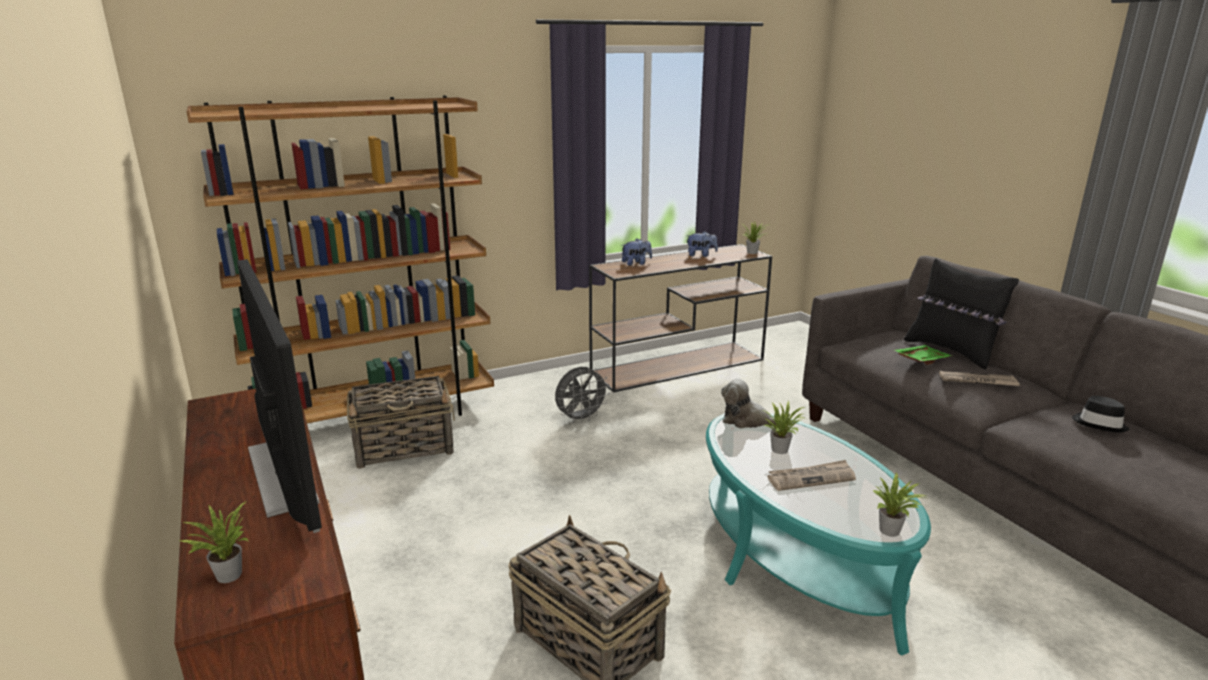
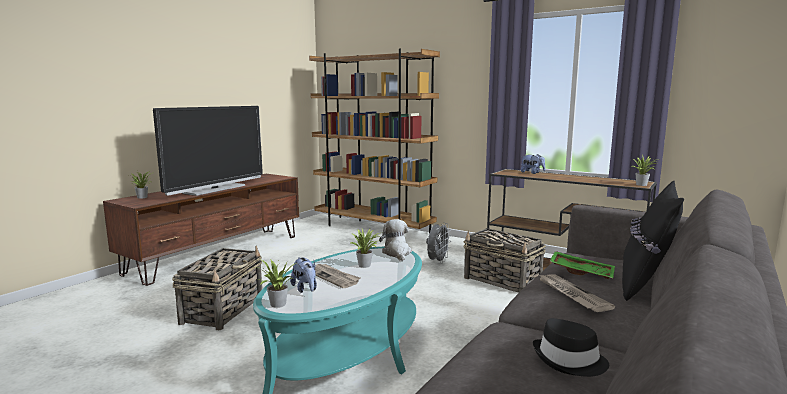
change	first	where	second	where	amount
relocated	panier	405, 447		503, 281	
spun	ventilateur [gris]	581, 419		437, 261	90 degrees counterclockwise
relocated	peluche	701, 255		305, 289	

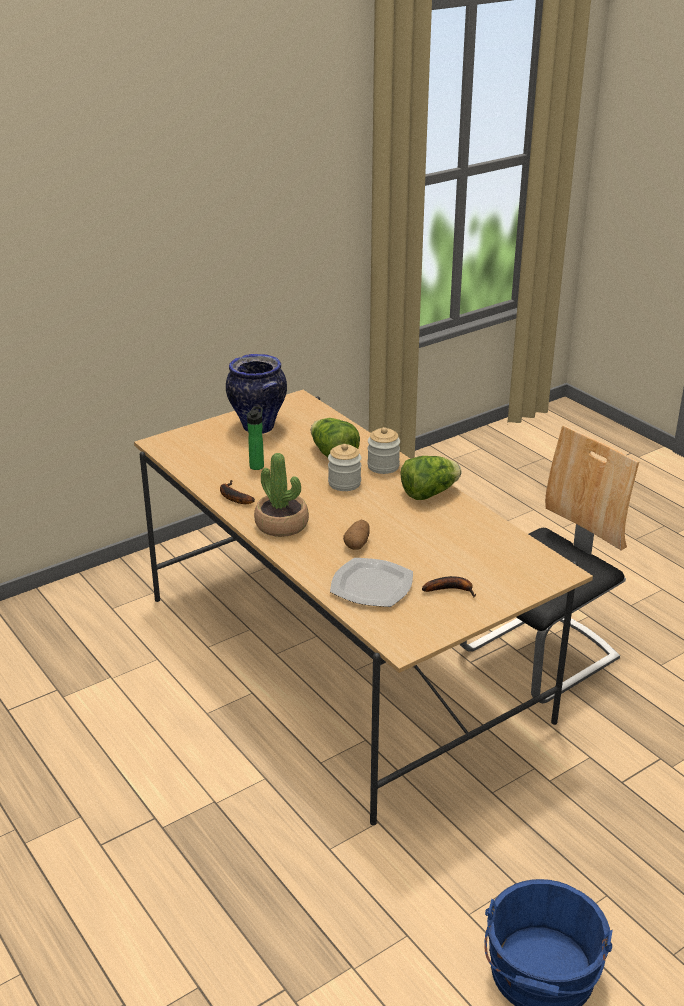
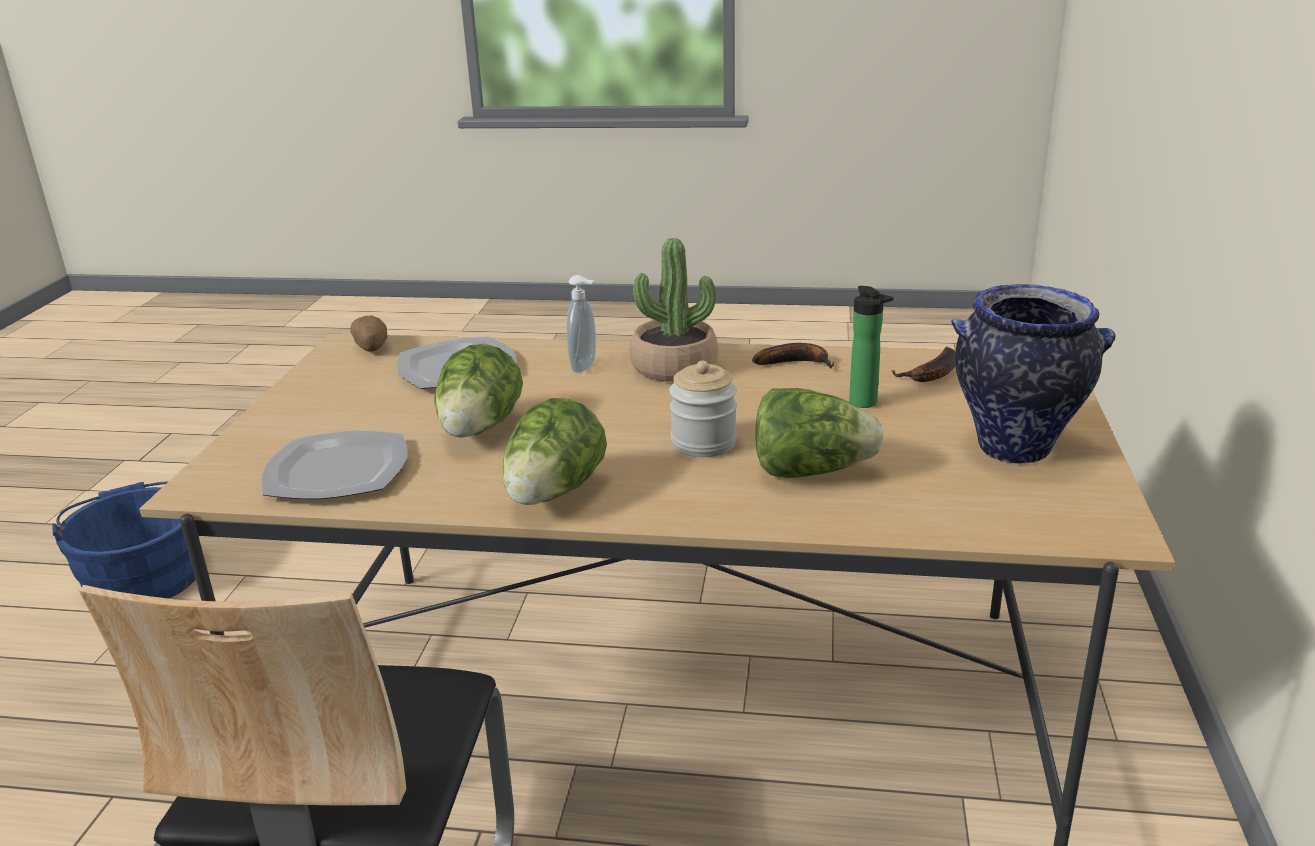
change	first	where	second	where	amount
relocated	pomme de terre	357, 544		372, 348	
missing	bocal	383, 466			
relocated	banane	451, 589		932, 374	
appeared			assiette	338, 471	
appeared			laitue	479, 430	
appeared			distributeur de savon	585, 367	

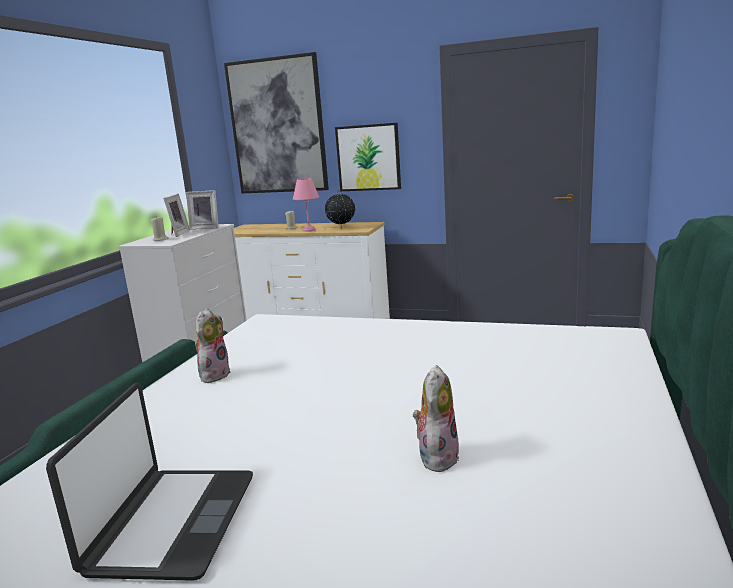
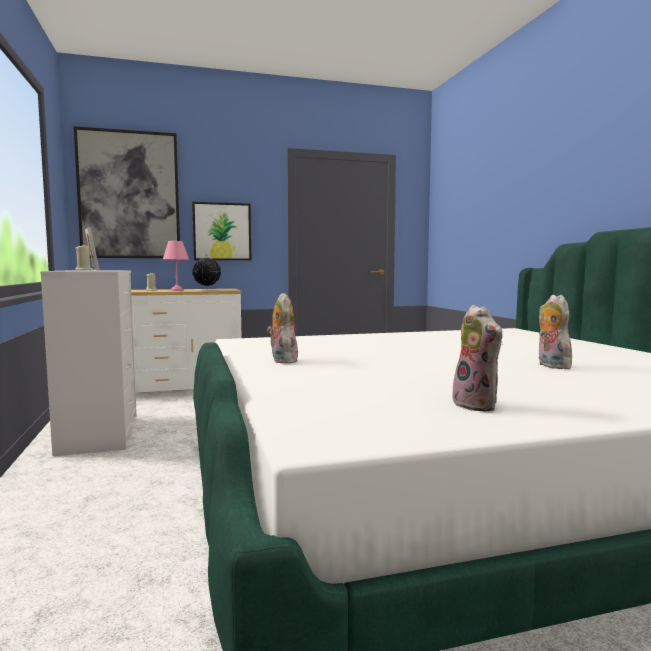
change	first	where	second	where	amount
exchanged	ordinateur portable	172, 523	peluche	478, 405	
missing	cadre photo	206, 228			

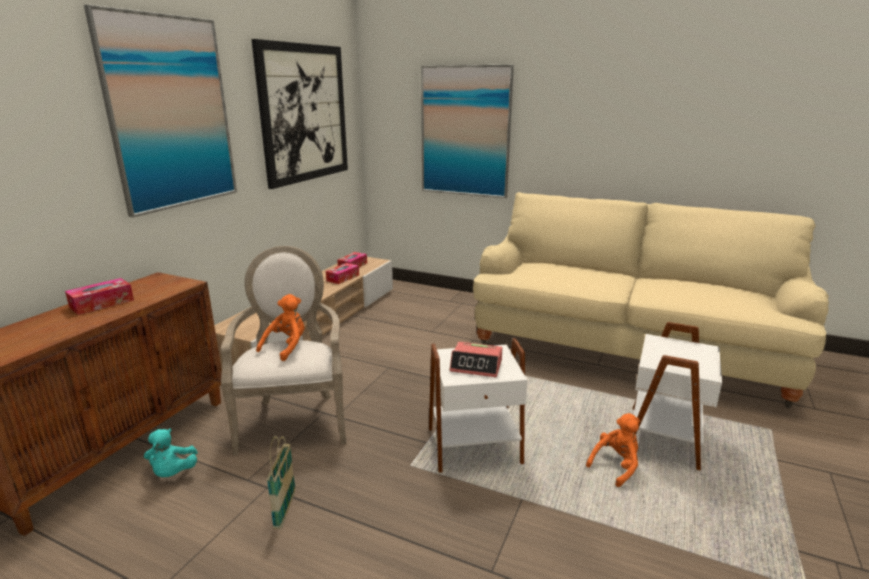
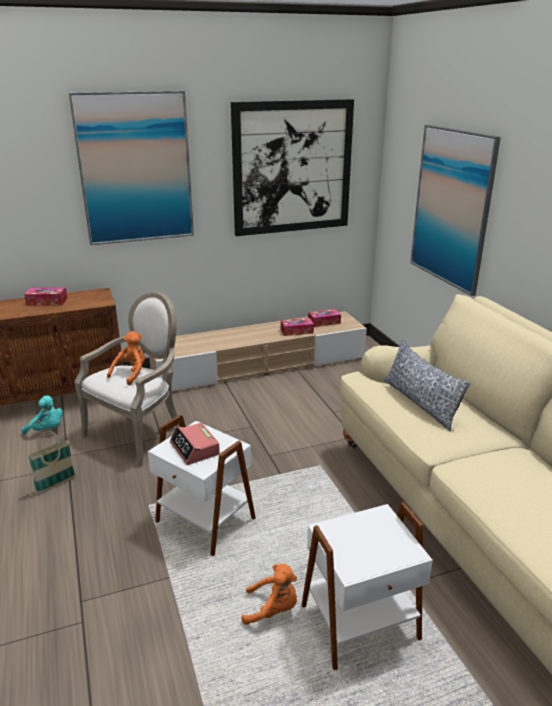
change	first	where	second	where	amount
spun	peluche [turquoise]	173, 473		47, 430	105 degrees counterclockwise
spun	peluche [orange]	287, 347		131, 374	45 degrees counterclockwise
appeared			coussin	420, 402	

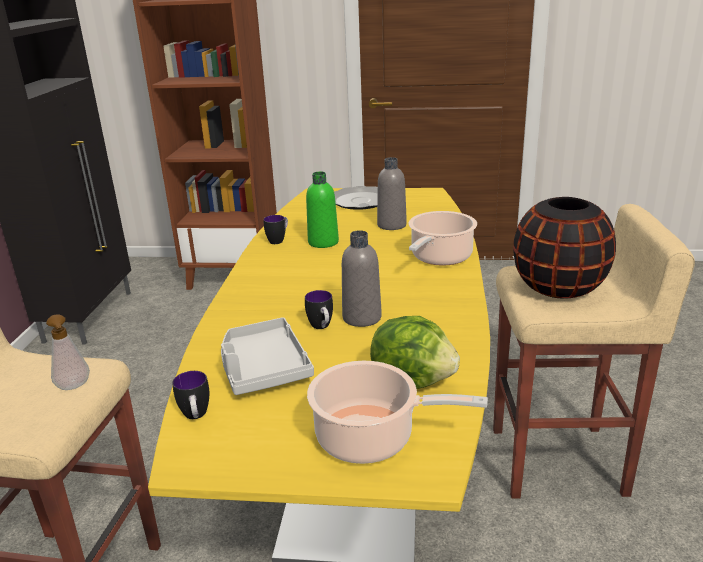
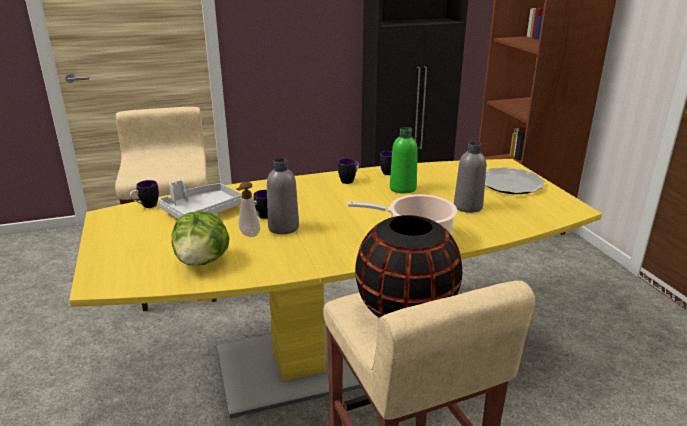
change	first	where	second	where	amount
relocated	distributeur de savon	74, 387		248, 235	
missing	marmite	371, 438			
appeared			mug	349, 180	

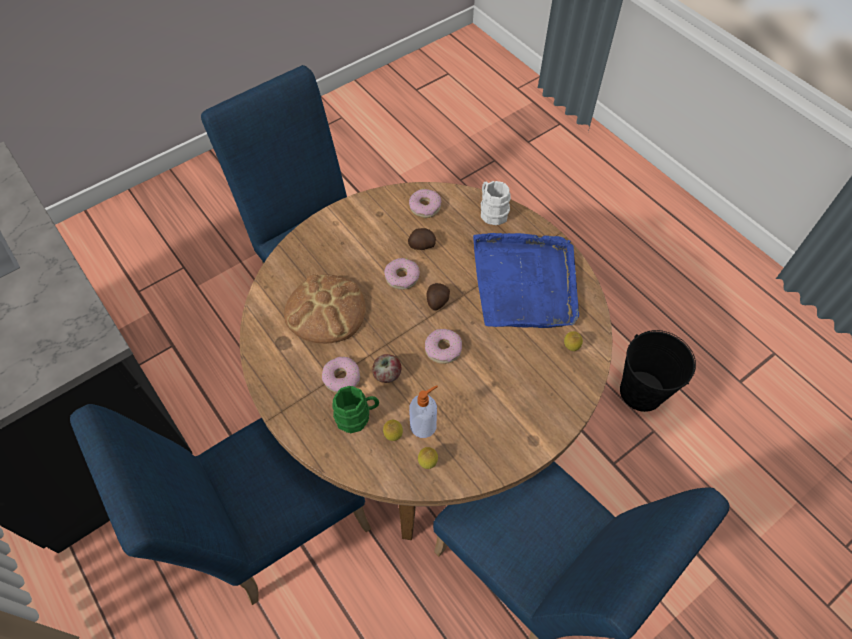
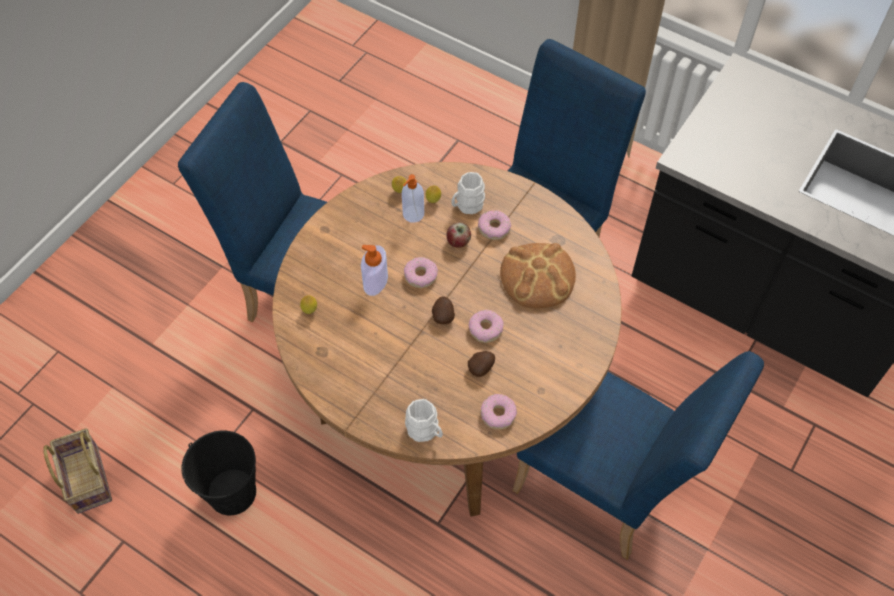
change	first	where	second	where	amount
colour	mug [vert]	357, 416	mug [blanc]	467, 205	
missing	plateau [bleu]	525, 283			
appeared			panier	85, 478	
appeared			distributeur de savon	375, 281	

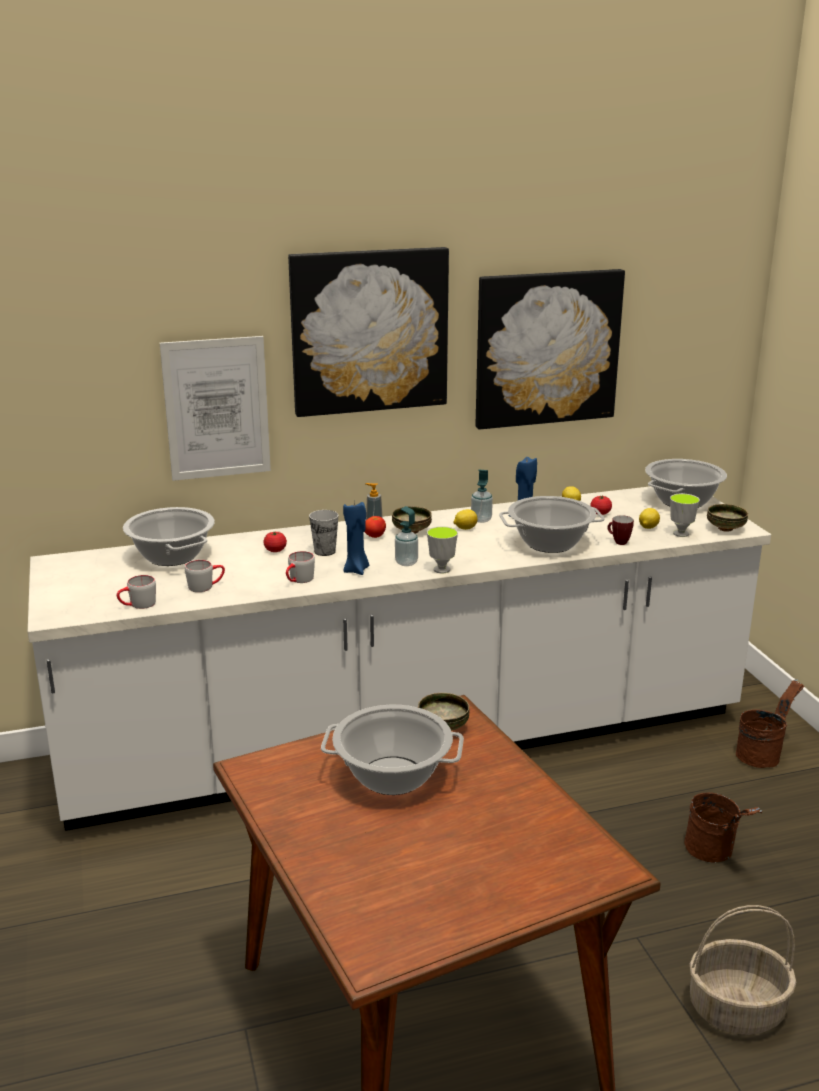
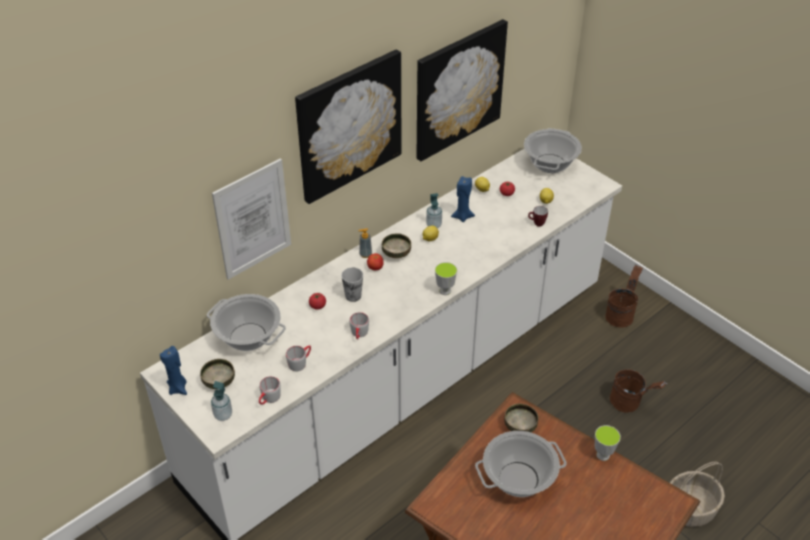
change	first	where	second	where	amount
relocated	bougie [bleu]	356, 570		178, 388	
relocated	distributeur de savon	406, 562		223, 415	
missing	marmite	550, 543			
relocated	tasse	681, 534		603, 455	
relocated	bol	725, 529		218, 382	

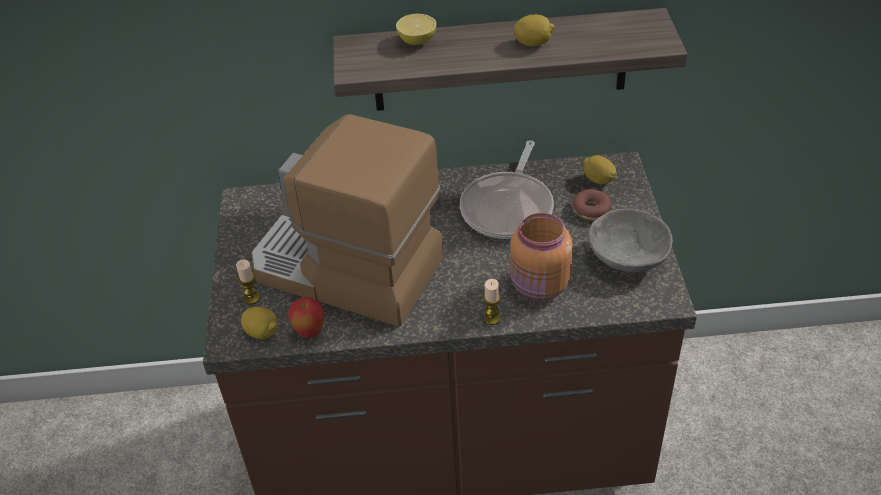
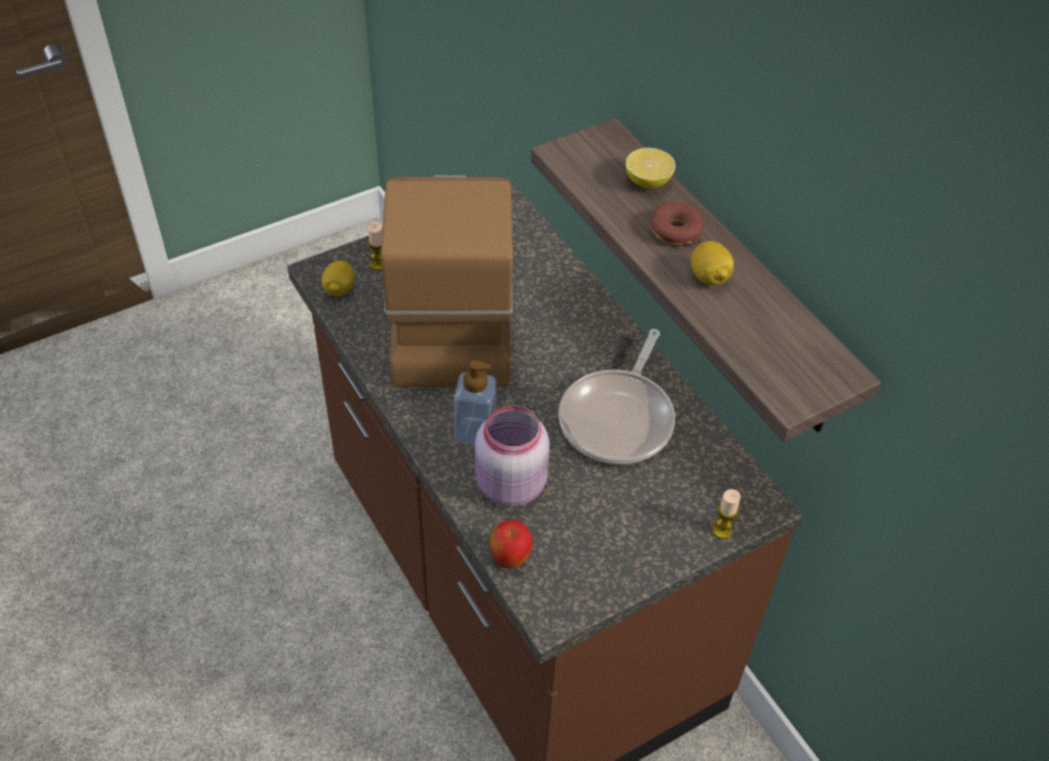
change	first	where	second	where	amount
relocated	pomme	310, 332		510, 559	
spun	poêle	509, 207		619, 418	60 degrees counterclockwise
relocated	bougie	492, 318		722, 530	
colour	bocal [orange]	540, 287	bocal [rose]	508, 486	
relocated	beignet	591, 210		675, 231	
missing	citron	598, 180			
missing	bol [gris]	626, 258			
appeared			distributeur de savon	475, 431	

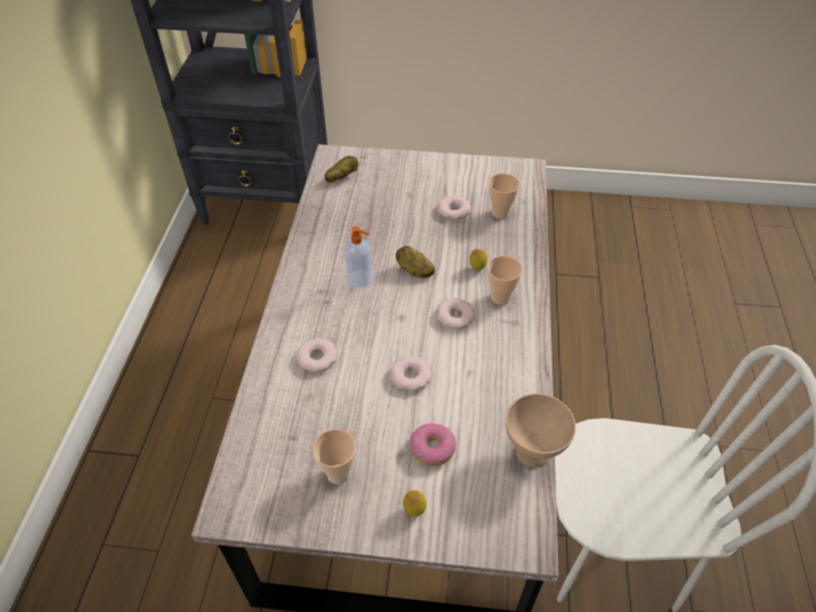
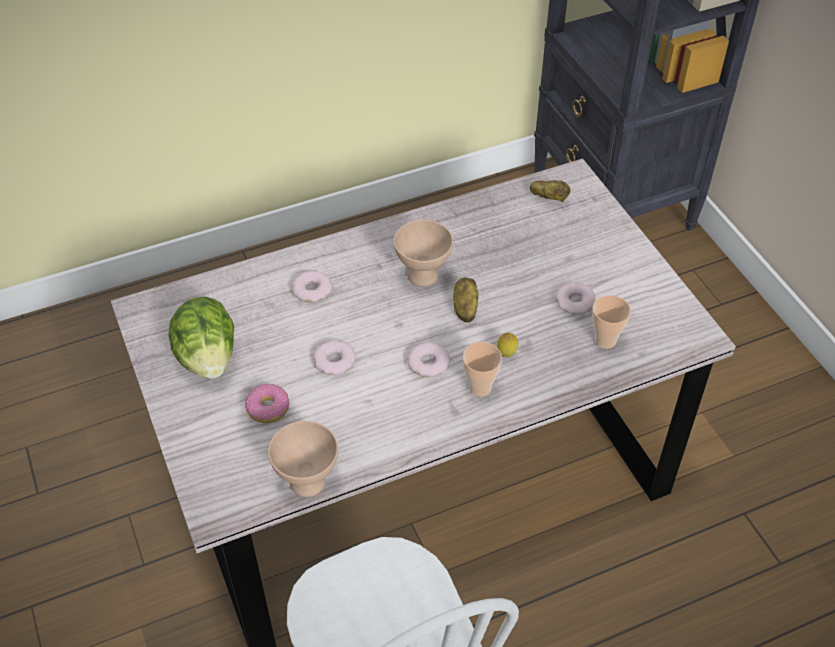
change	first	where	second	where	amount
exchanged	tasse	338, 473	laitue	208, 358	
exchanged	distributeur de savon	360, 279	bol [beige]	423, 275	
missing	citron	414, 510			

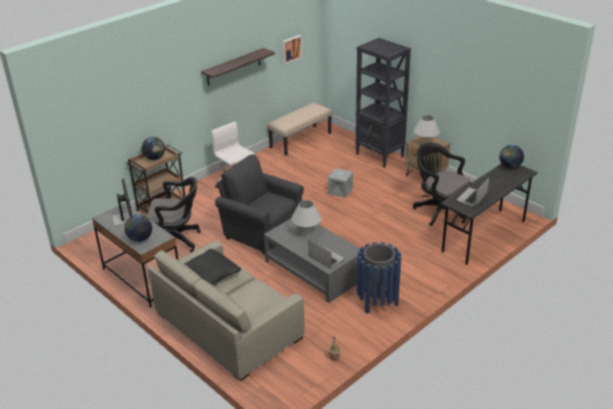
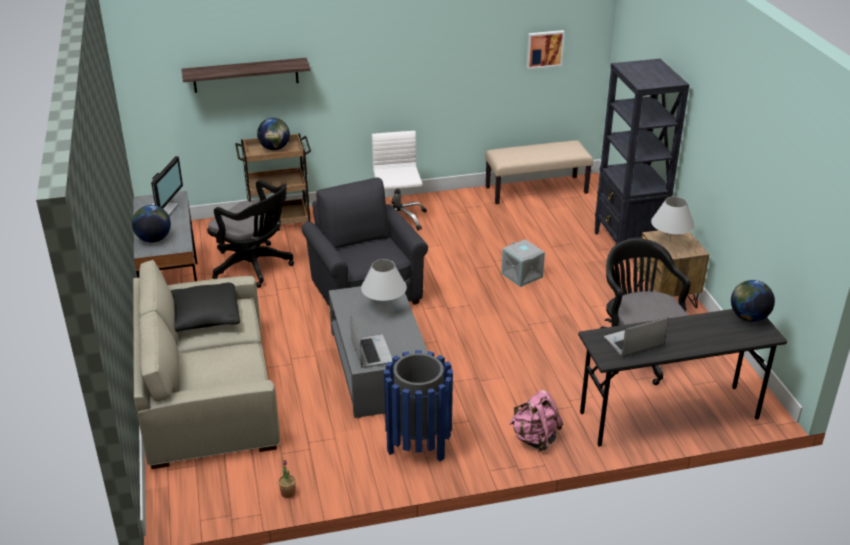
change	first	where	second	where	amount
relocated	étagère	233, 67		245, 75	
appeared			sac à dos [rose]	534, 438	

